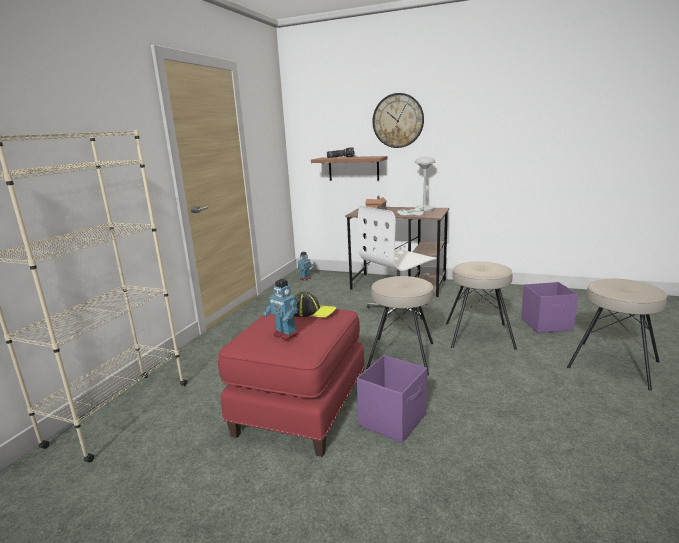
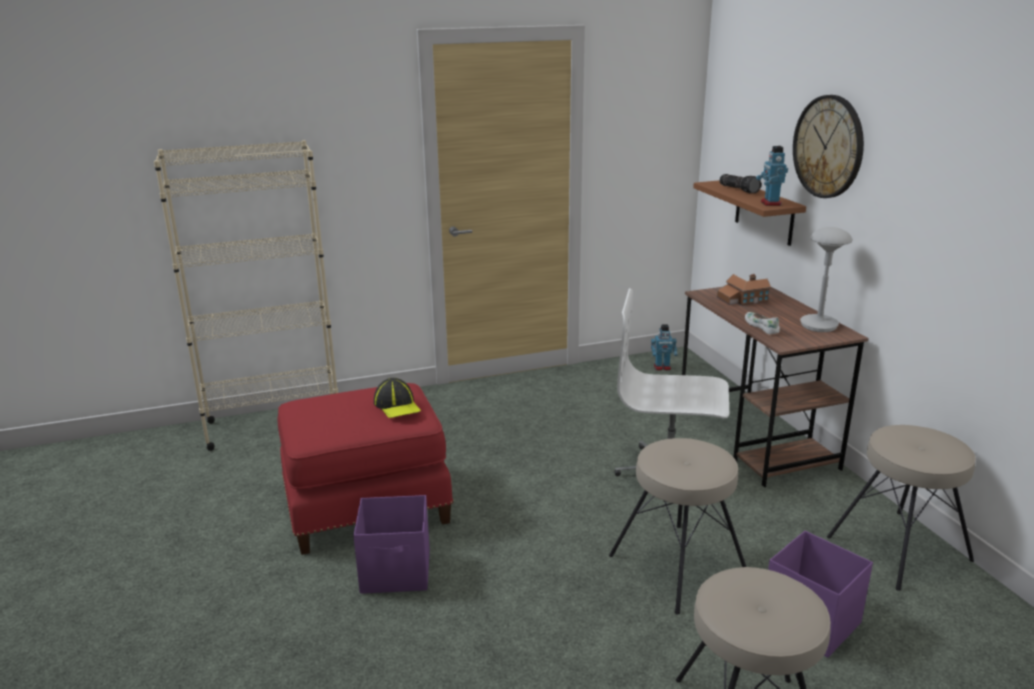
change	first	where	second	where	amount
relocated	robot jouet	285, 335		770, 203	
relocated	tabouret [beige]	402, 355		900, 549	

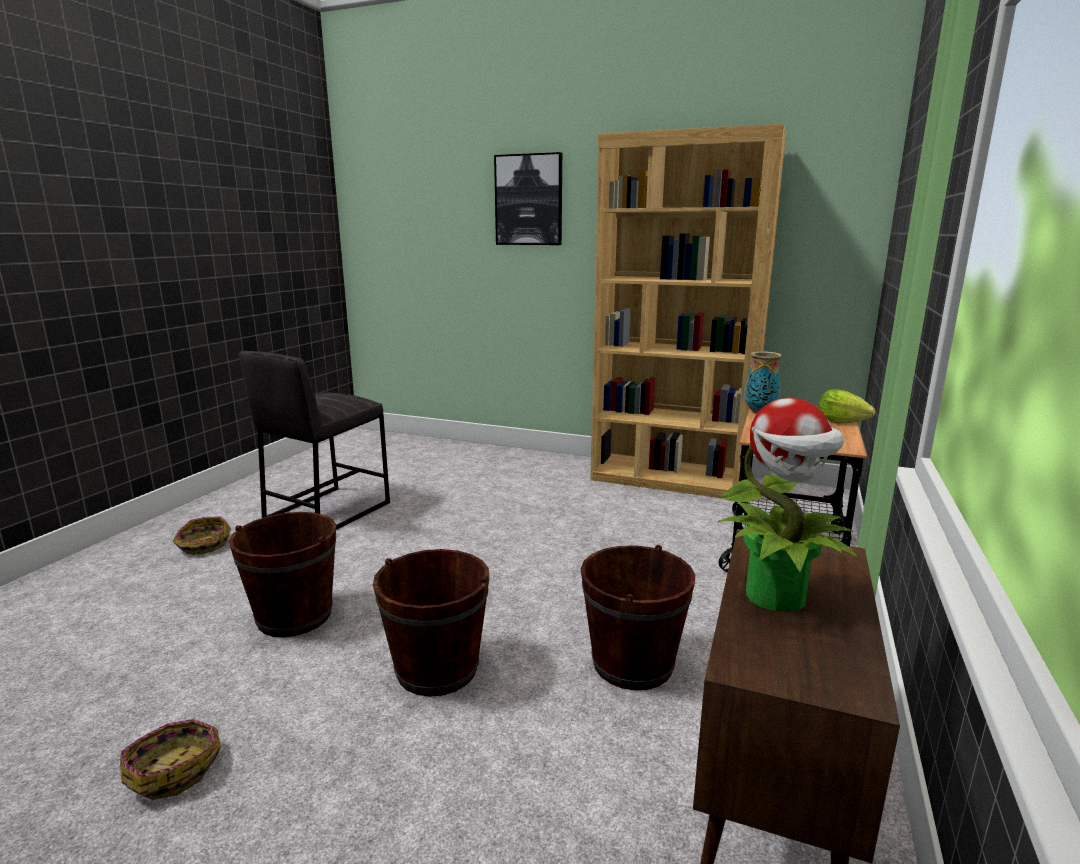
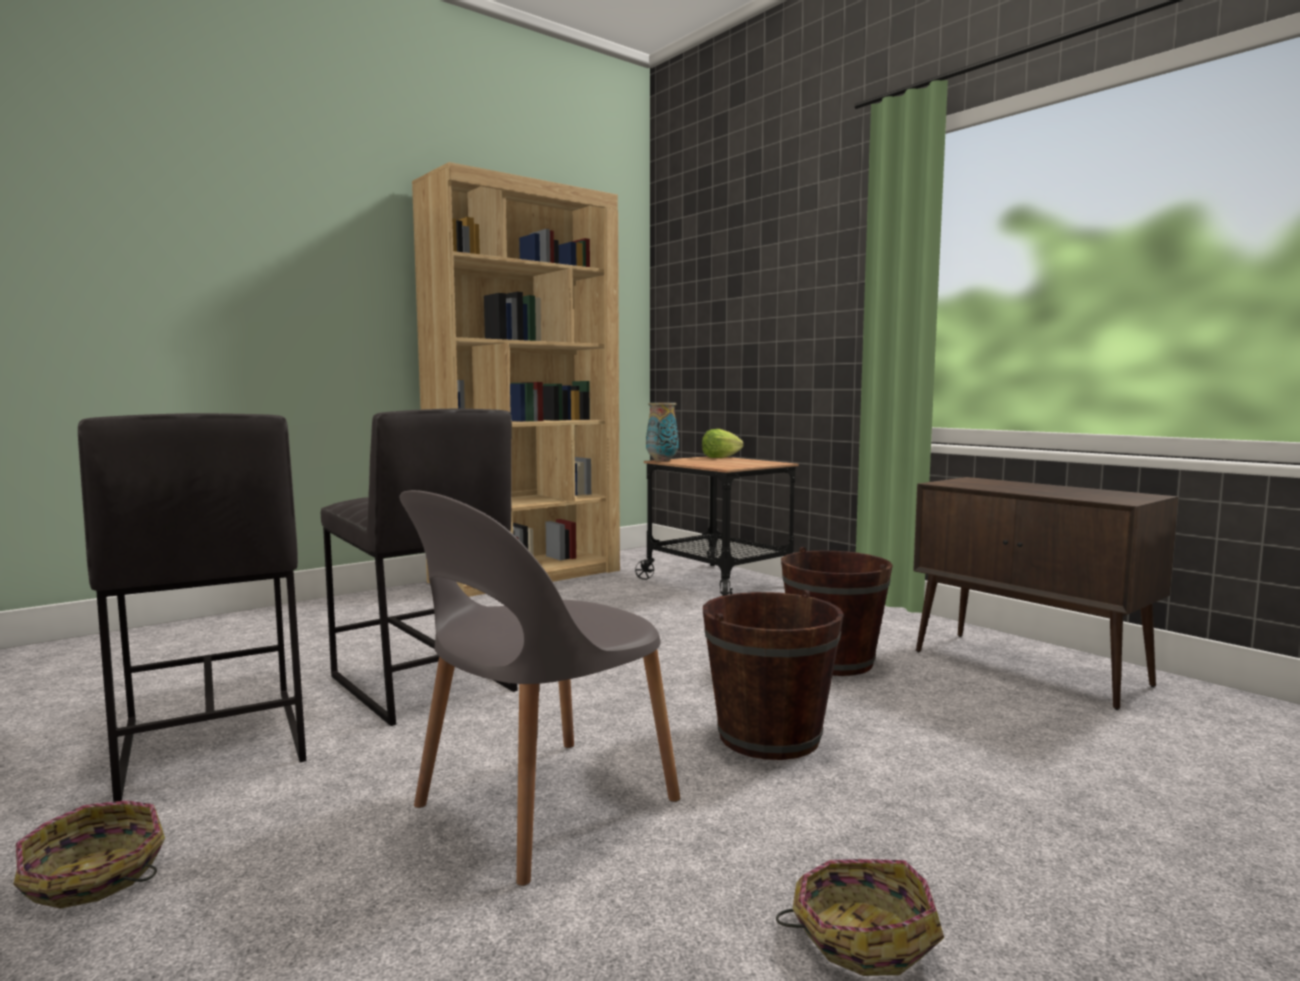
change	first	where	second	where	amount
exchanged	seau [marron]	294, 616	chaise [gris]	541, 806	
missing	tableau	529, 200			
missing	plante en pot	777, 597			
appeared			tabouret [gris]	420, 684	

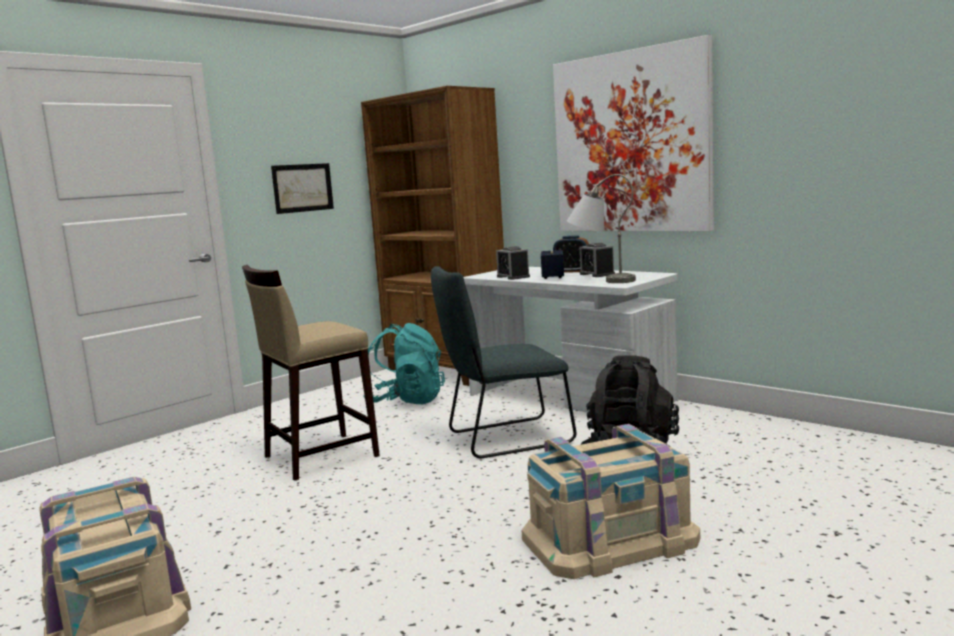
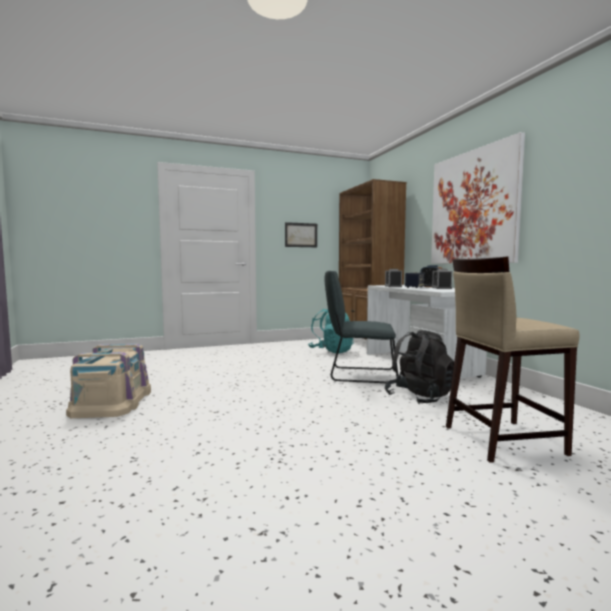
change	first	where	second	where	amount
relocated	tabouret [beige]	319, 456		501, 439	
missing	boîte de rangement [beige]	610, 539			
missing	lampe de table [gris]	600, 281			

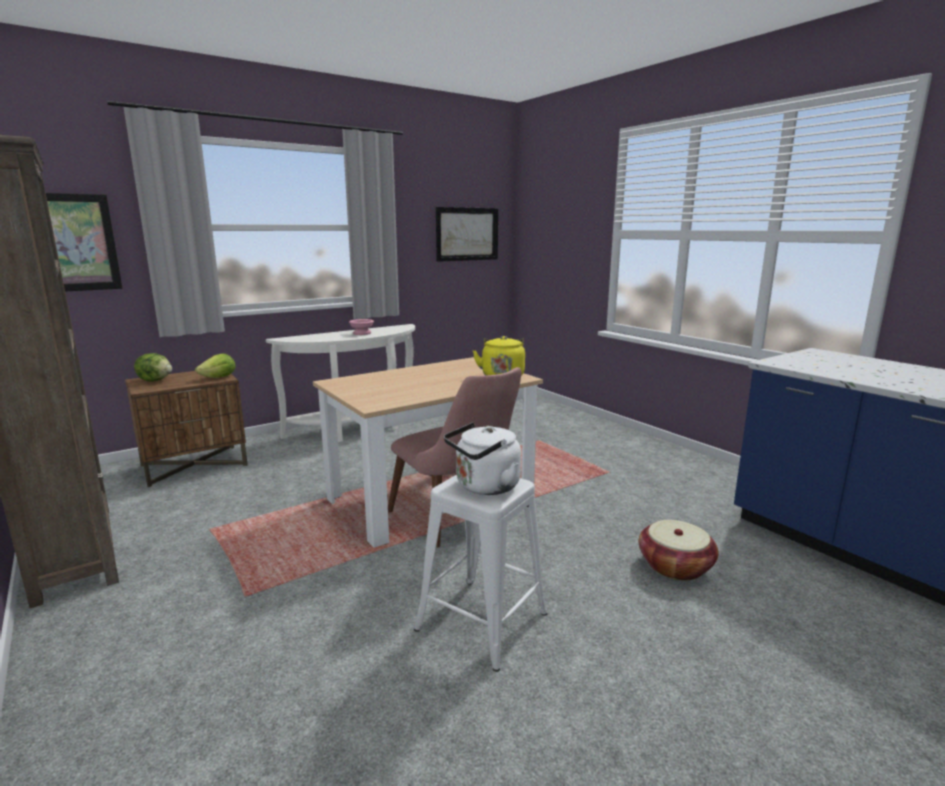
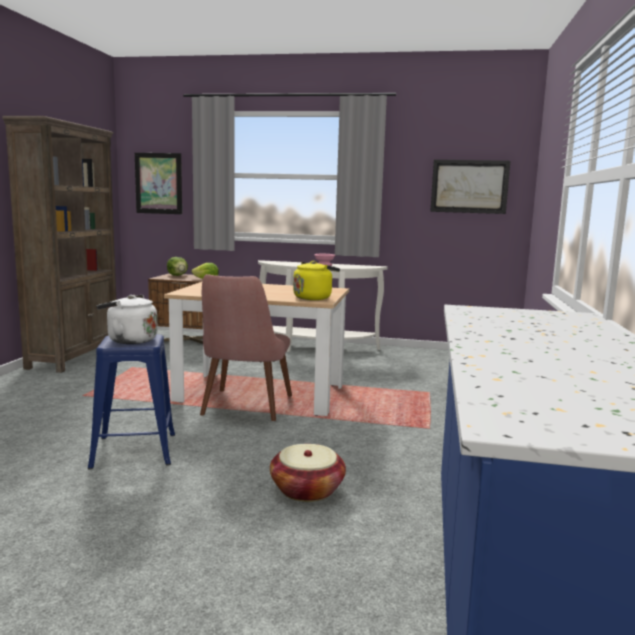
change	first	where	second	where	amount
colour	tabouret [blanc]	482, 621	tabouret [bleu]	134, 450	

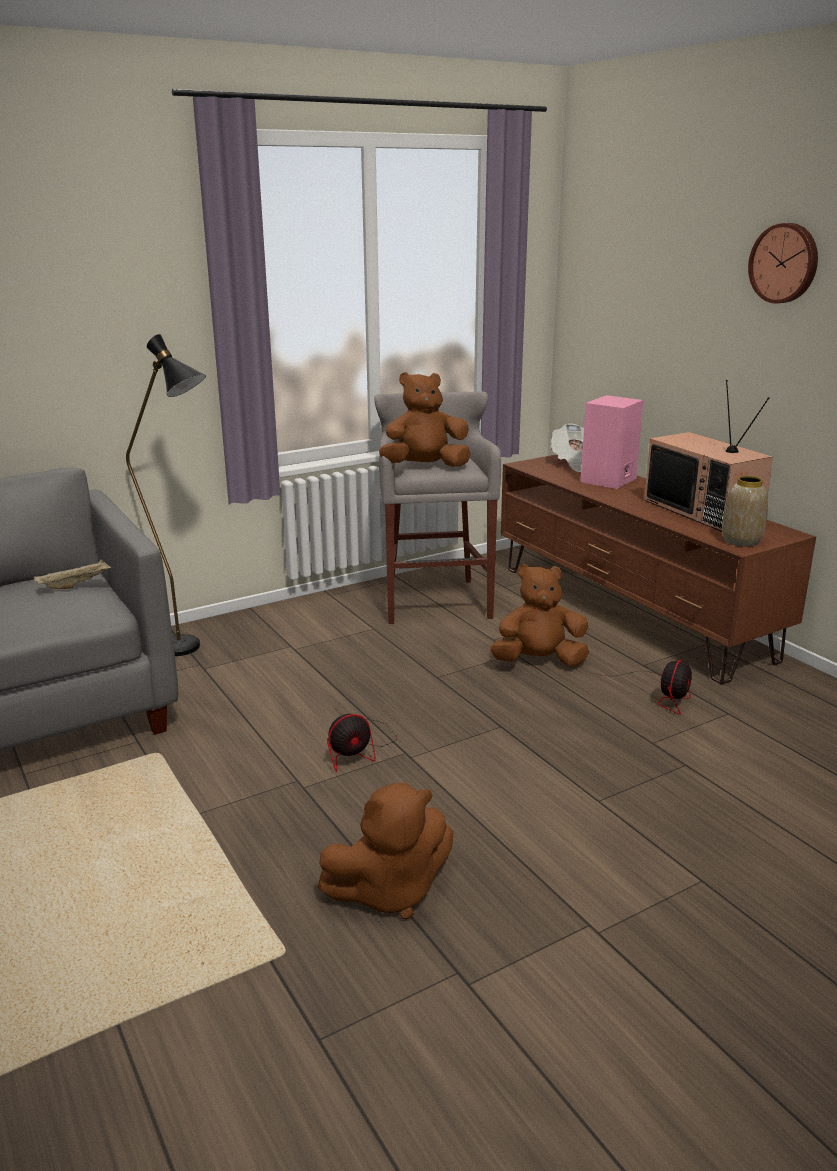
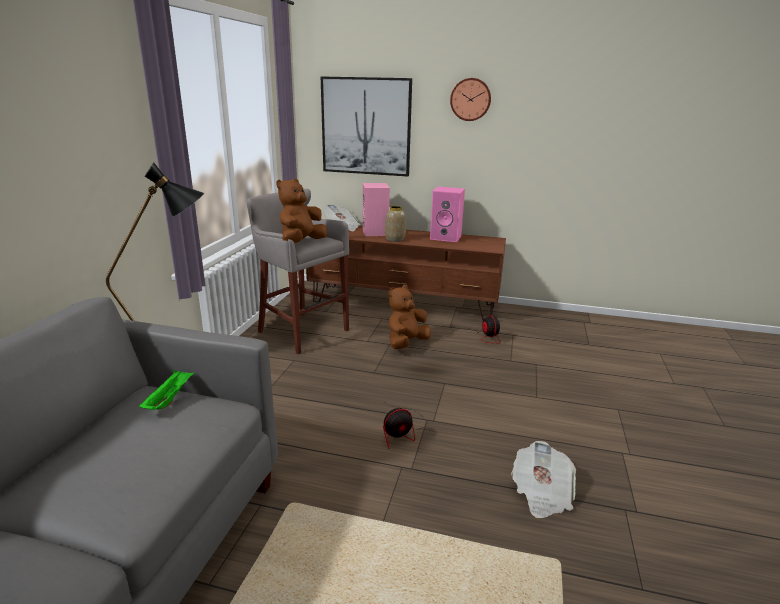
change	first	where	second	where	amount
colour	plateau [beige]	76, 584	plateau [vert]	170, 399	
exchanged	peluche [marron]	390, 892	journal	541, 493	
spun	ventilateur	358, 749		401, 431	45 degrees clockwise
exchanged	téléviseur	704, 511	enceinte [rose]	446, 237	
relocated	vase	741, 541		395, 239	
appeared			tableau	366, 126	

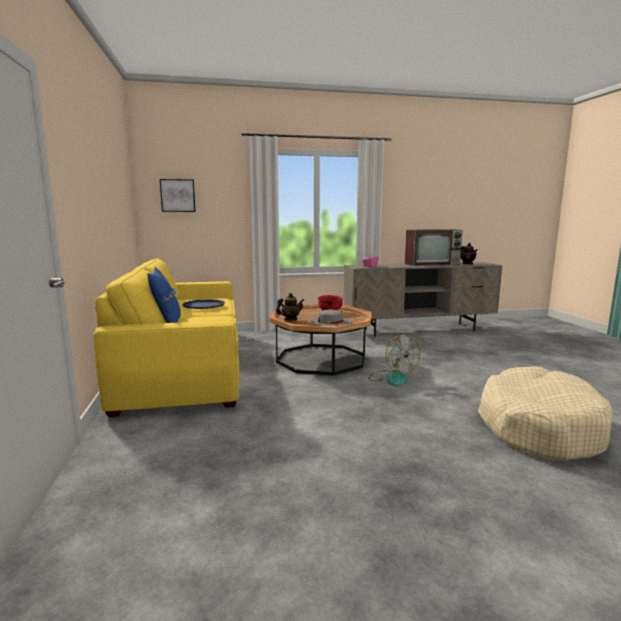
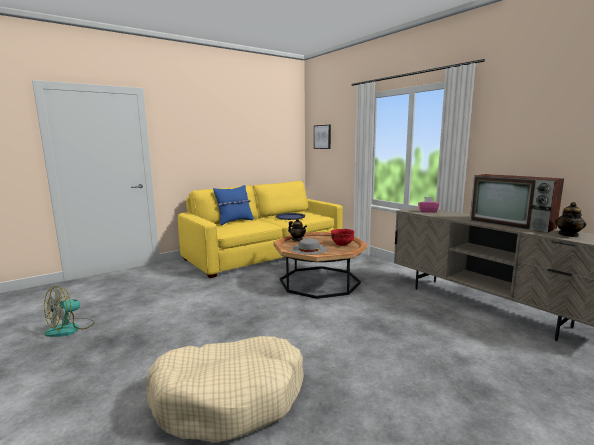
change	first	where	second	where	amount
relocated	ventilateur	392, 378		70, 328	

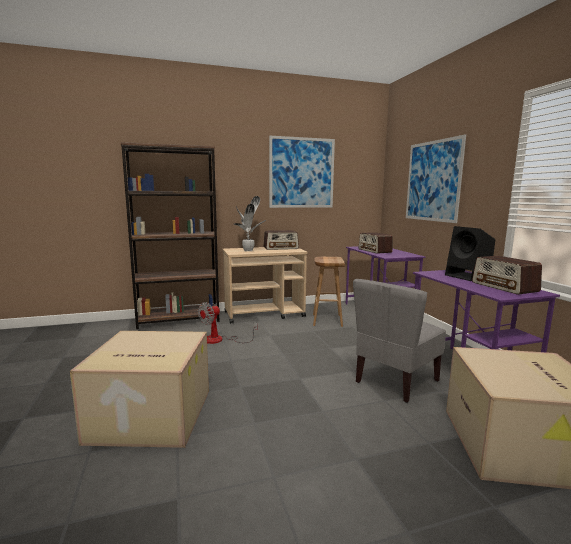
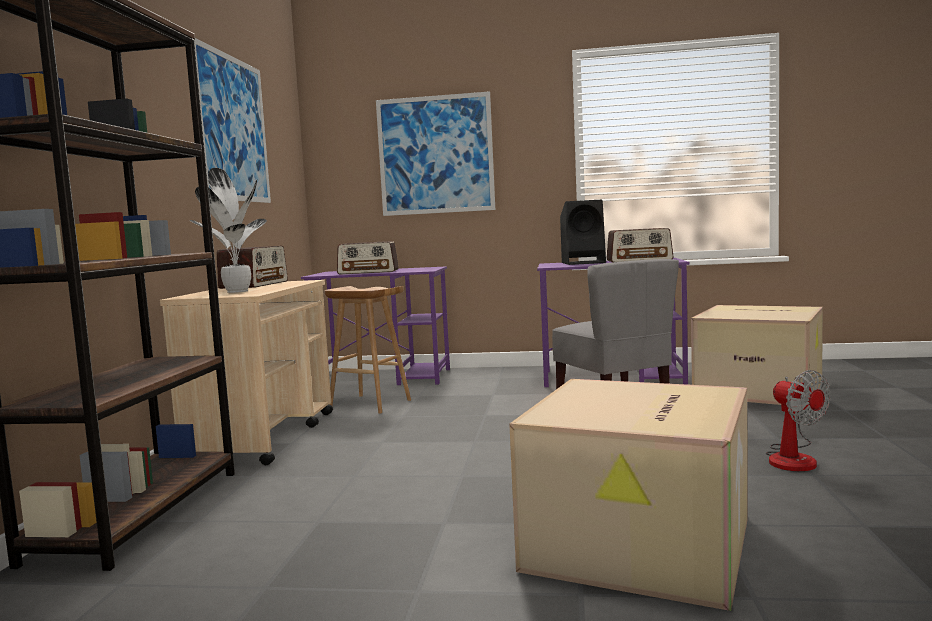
change	first	where	second	where	amount
relocated	ventilateur	220, 340		793, 458	

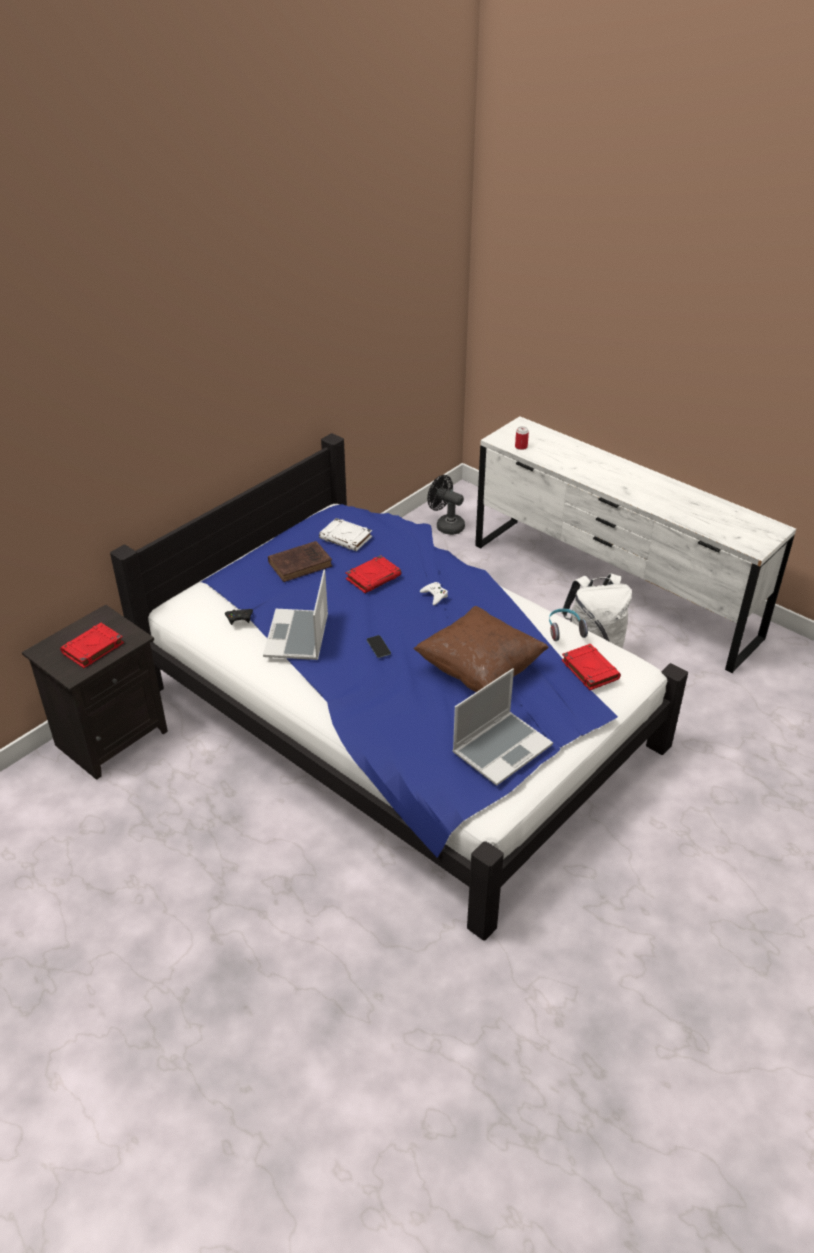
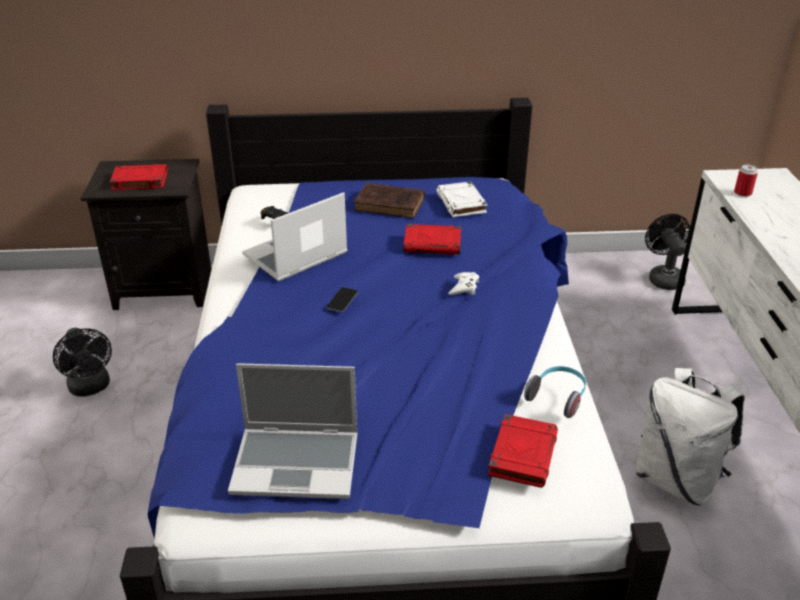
change	first	where	second	where	amount
missing	coussin [marron]	479, 670			
appeared			ventilateur [noir]	91, 388	

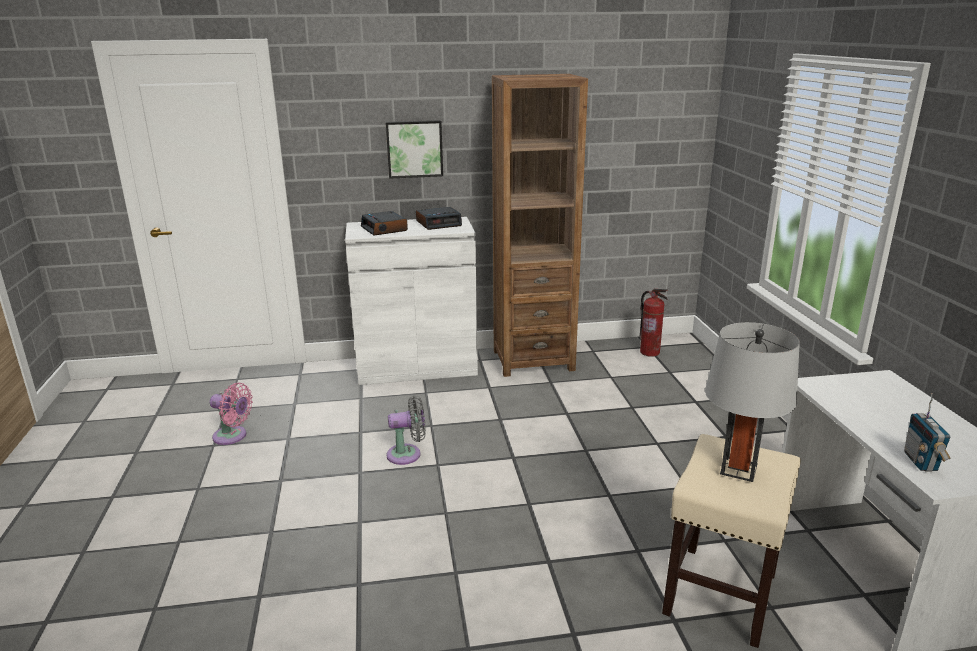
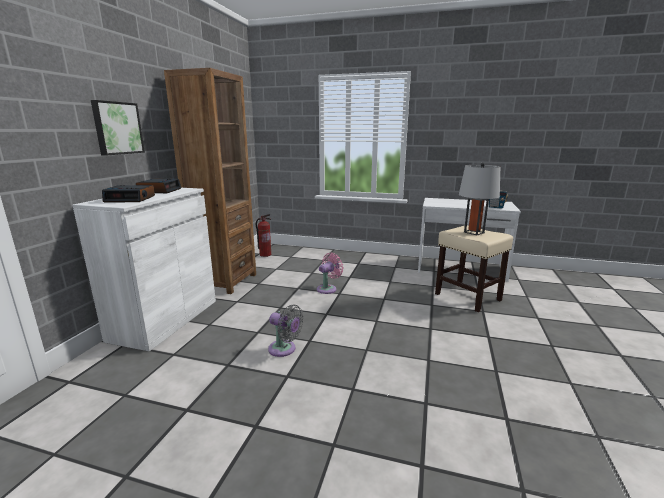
change	first	where	second	where	amount
relocated	ventilateur [rose]	233, 436		328, 288	
spun	ventilateur [gris]	407, 454		284, 349	105 degrees clockwise

